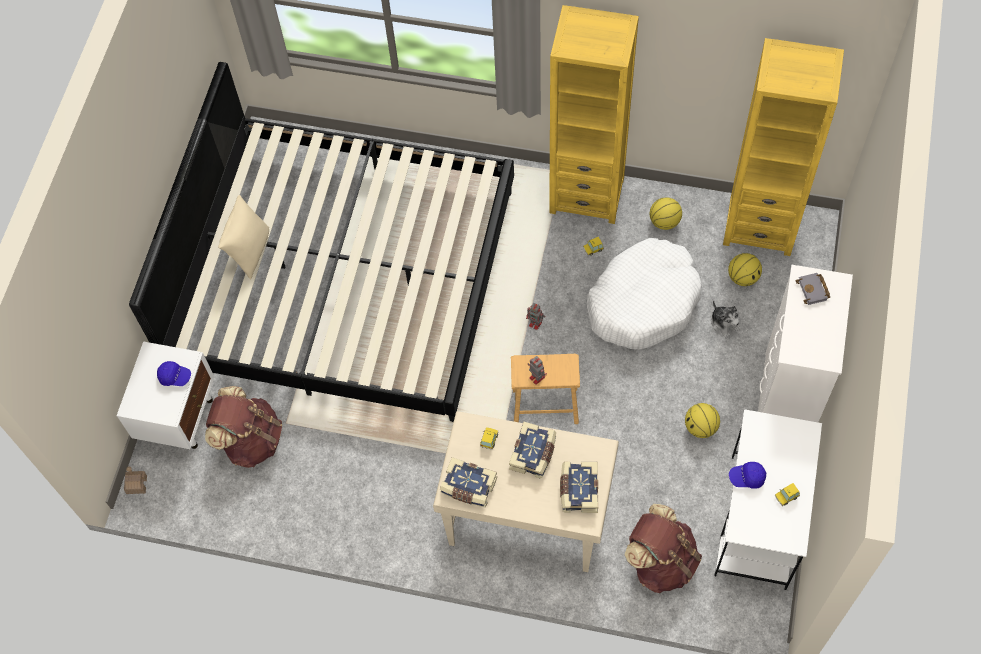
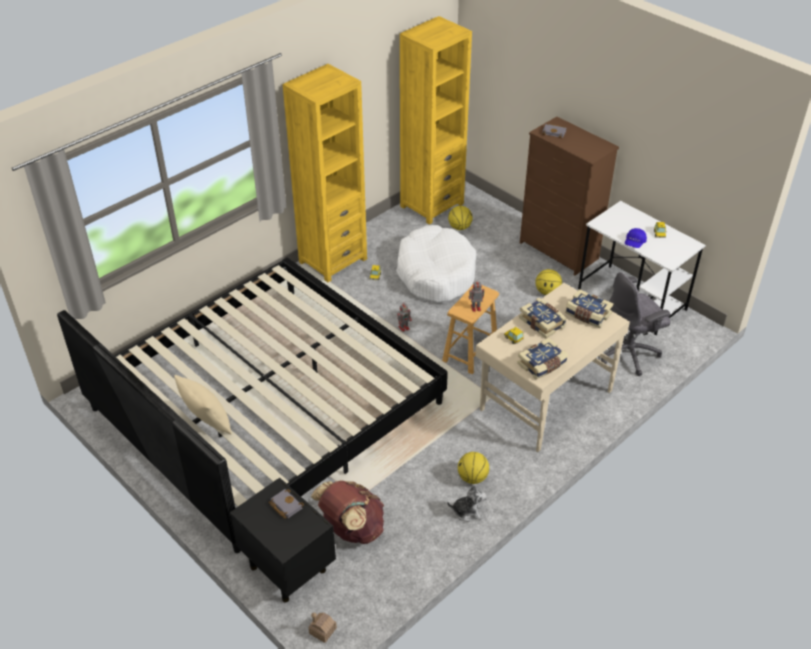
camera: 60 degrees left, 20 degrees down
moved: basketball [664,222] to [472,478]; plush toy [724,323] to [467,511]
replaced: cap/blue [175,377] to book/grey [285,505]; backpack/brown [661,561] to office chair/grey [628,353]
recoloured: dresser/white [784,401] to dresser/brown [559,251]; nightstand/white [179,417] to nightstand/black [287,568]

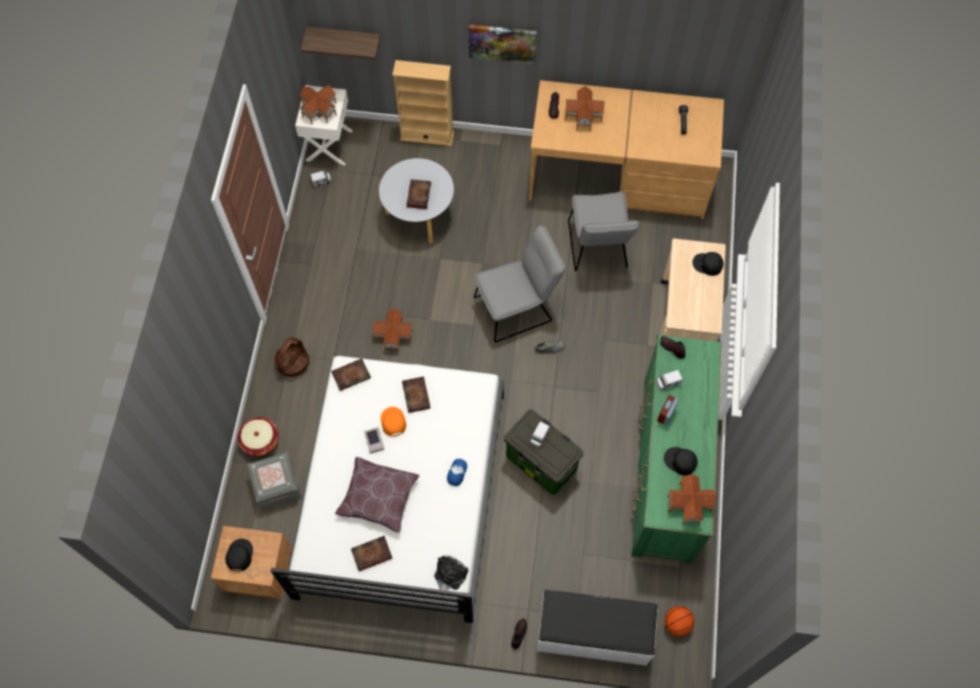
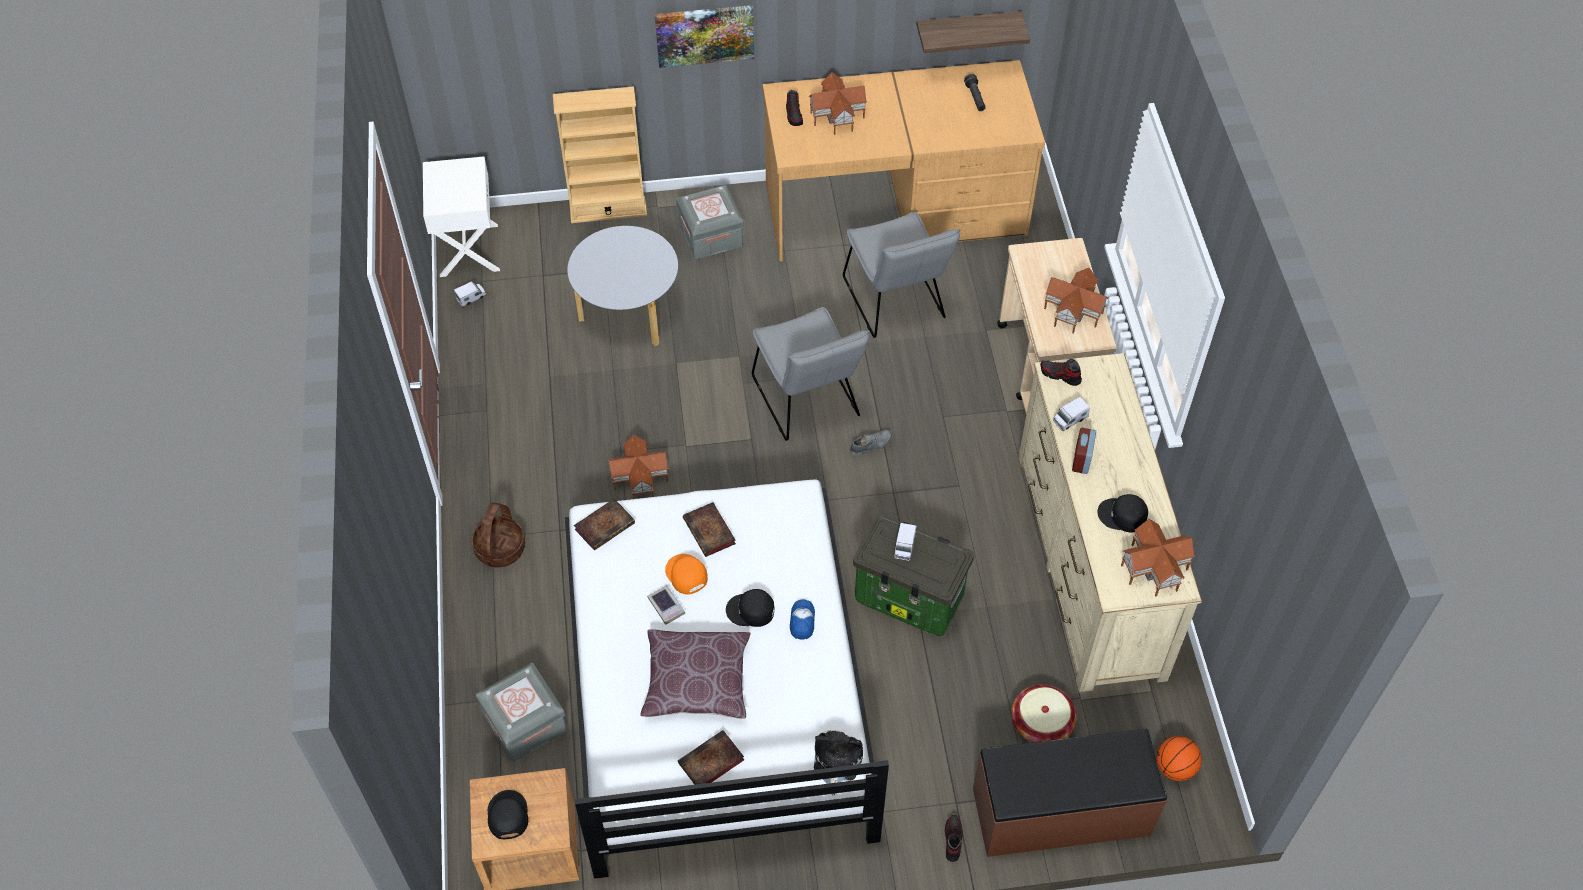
camera: 15 degrees left, 10 degrees down
removed: book [418,194]
added: storage box/grey [711,235]
moved: shelf [344,39] to [967,30]; toy house [320,110] to [1074,310]; cap/black [707,265] to [751,611]; basket [260,441] to [1041,723]
recoloured: dresser/green [667,469] to dresser/beige [1089,564]; bench/white [593,634] to bench/brown [1061,813]
turned: chair/grey [518,307] = [808,402] 105 degrees clockwise

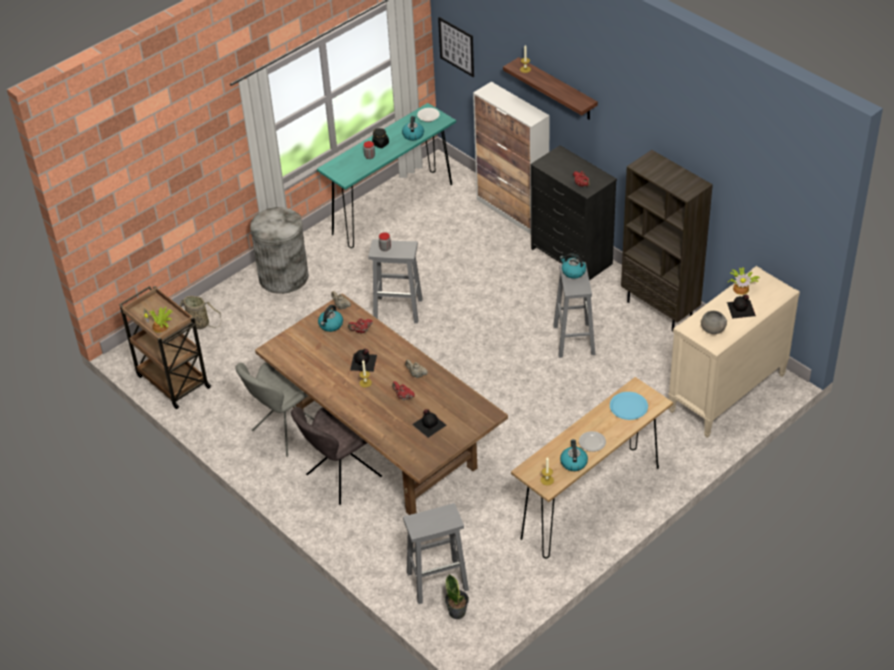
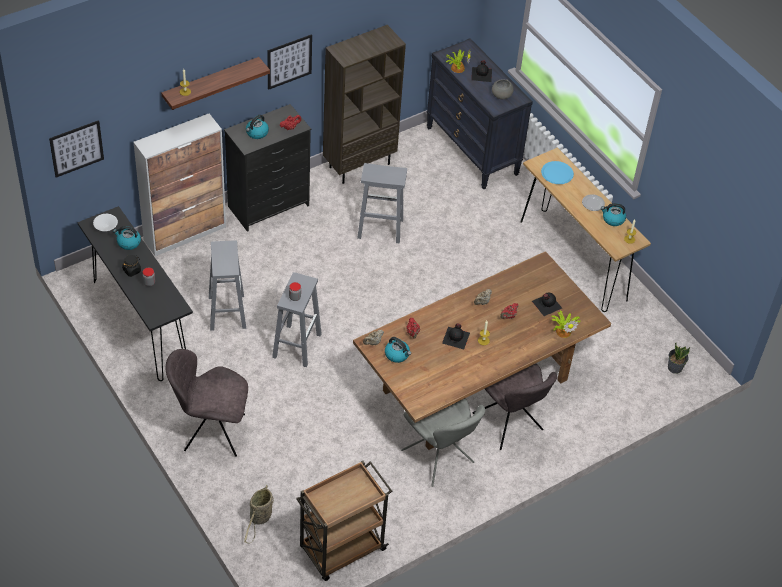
camera: 85 degrees left, 5 degrees up
added: picture [289,61]
moved: kettle [573,272] to [257,133]; potted plant [161,327] to [563,330]; stool/grey [438,581] to [227,311]
replaced: trash can/grey [283,276] to chair/grey [211,432]
recoloured: console table/turquoise [392,209] to console table/black [140,324]; dresser/beige [727,393] to dresser/black [472,151]

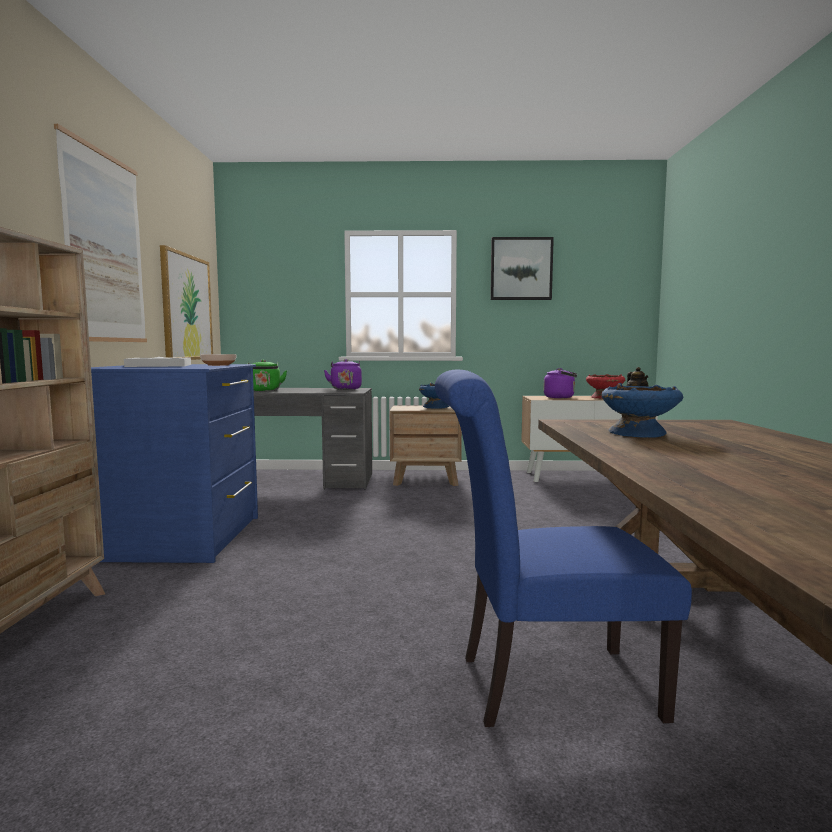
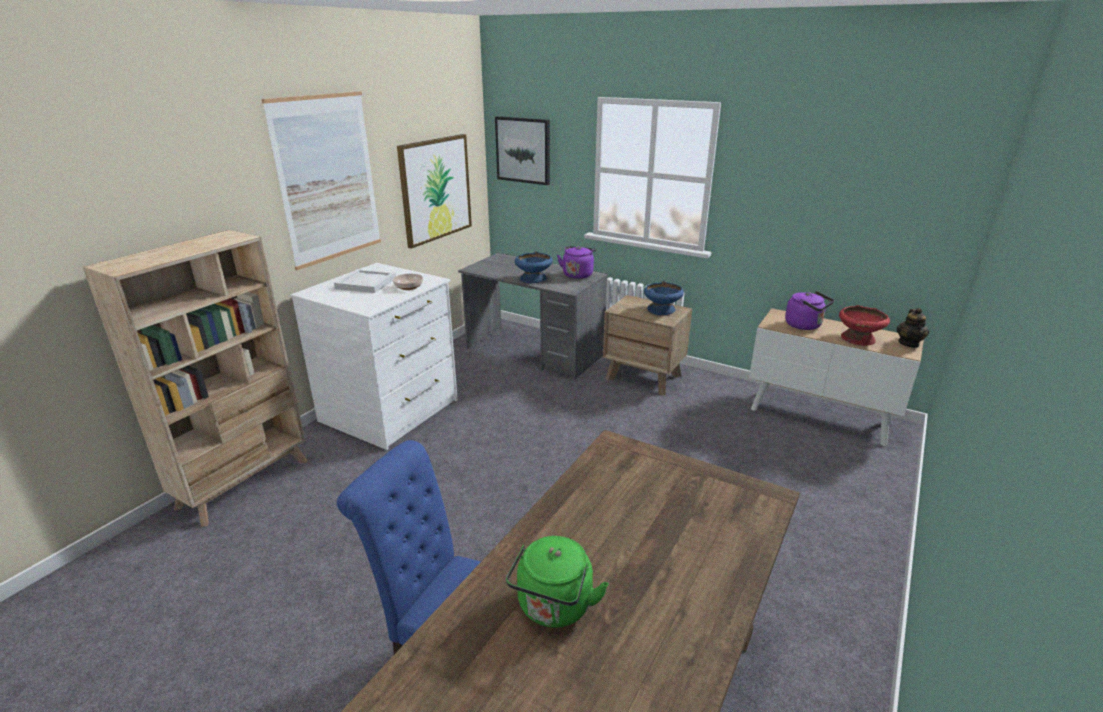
camera: 30 degrees right, 20 degrees up
moved: picture [521,269] to [523,150]; kettle/green [264,390] to [554,608]; bowl/blue [639,433] to [533,279]
recoloured: dresser/blue [182,537] to dresser/white [391,411]

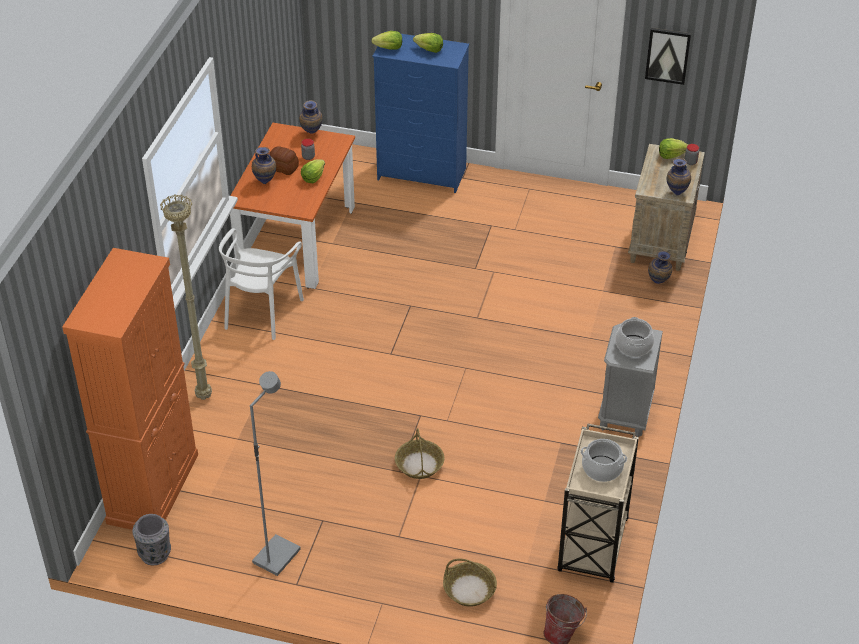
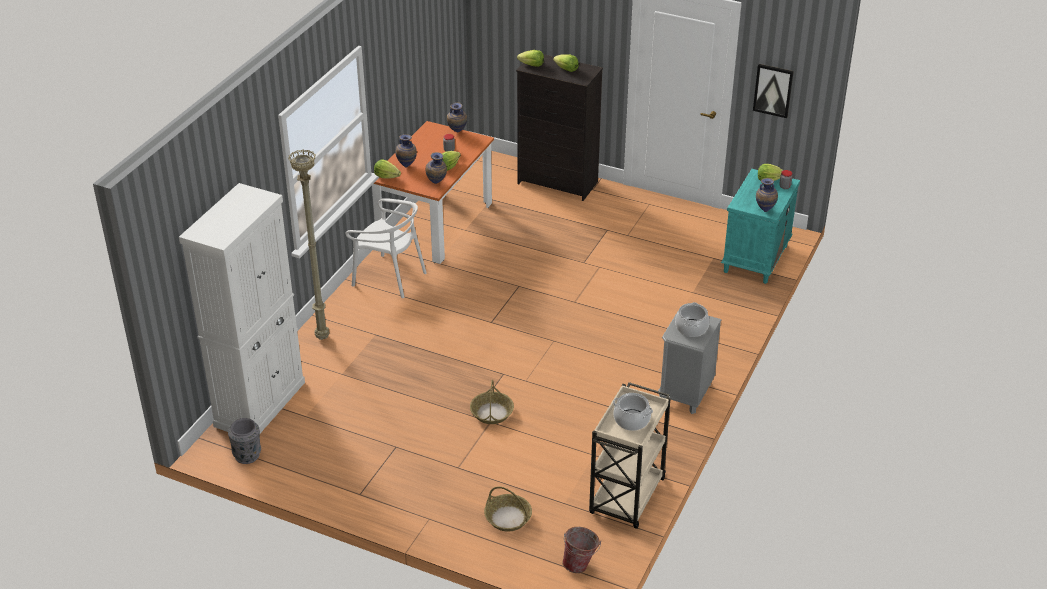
camera: 10 degrees right, 5 degrees down
removed: bread [283,168]; floor lamp/grey [276,556]
added: lettuce [387,176]
moved: vase [658,283] to [436,184]
recoloured: dresser/blue [422,174] to dresser/black [558,183]; nightstand/beige [661,243] to nightstand/turquoise [755,259]; cabinet/orange [153,488] to cabinet/white [260,404]
turned: chair/white [261,312] = [389,277] 90 degrees counterclockwise

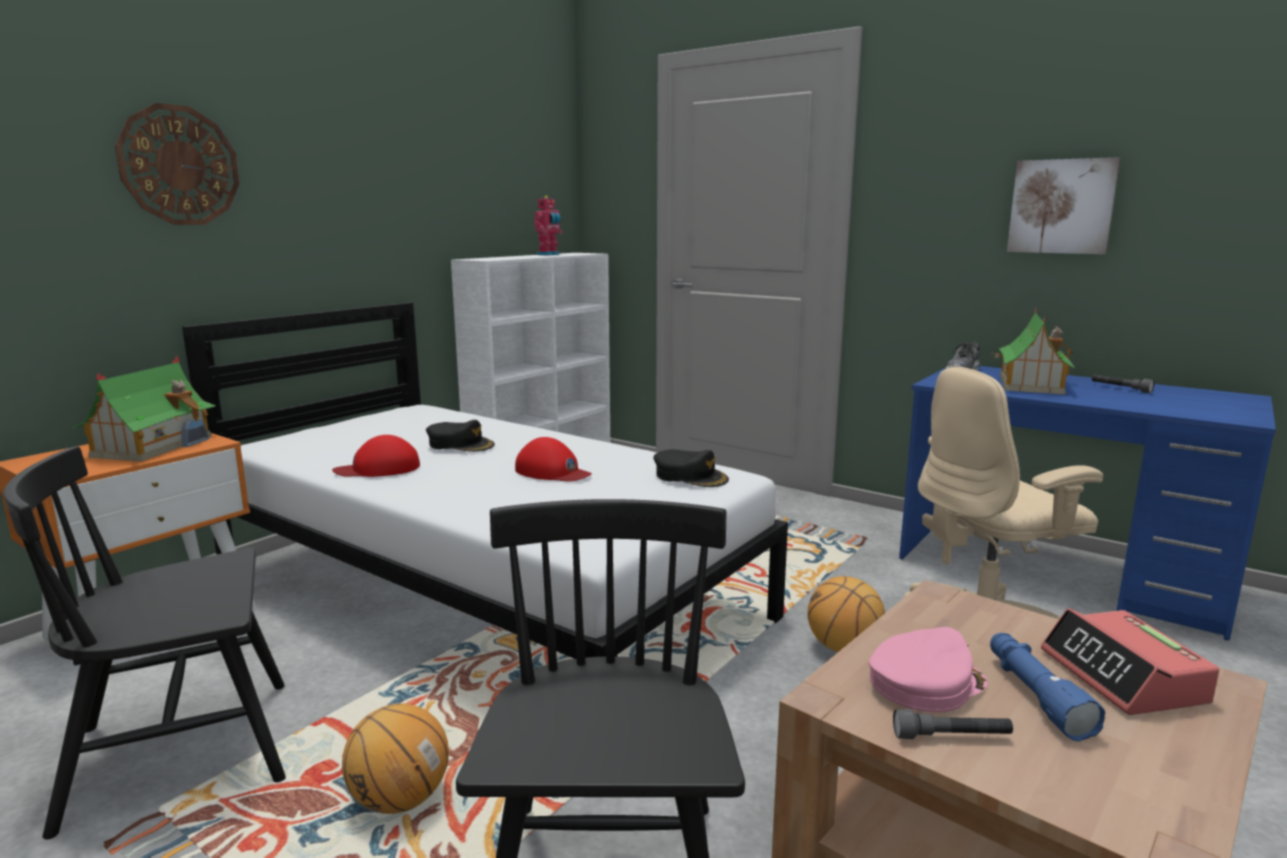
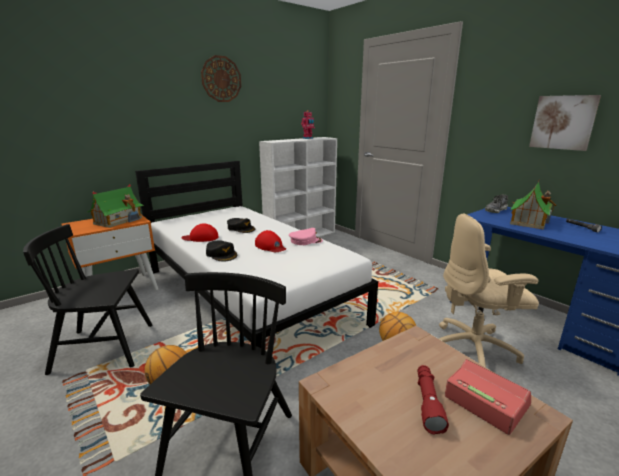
camera: 15 degrees right, 5 degrees up
removed: flashlight/grey [951,737]
moved: wall clock [179,165] to [221,79]; cap/black [690,476] to [222,254]; cap/pink [925,682] to [305,241]
recoloured: flashlight/blue [1035,696] to flashlight/red [427,402]
turned: alarm clock [1123,677] = [485,401] 135 degrees clockwise

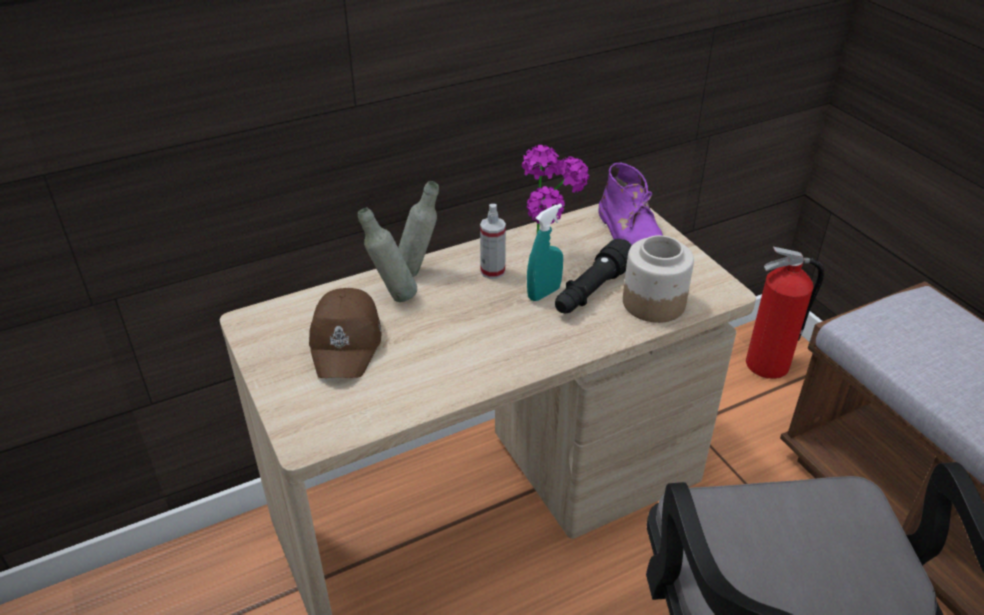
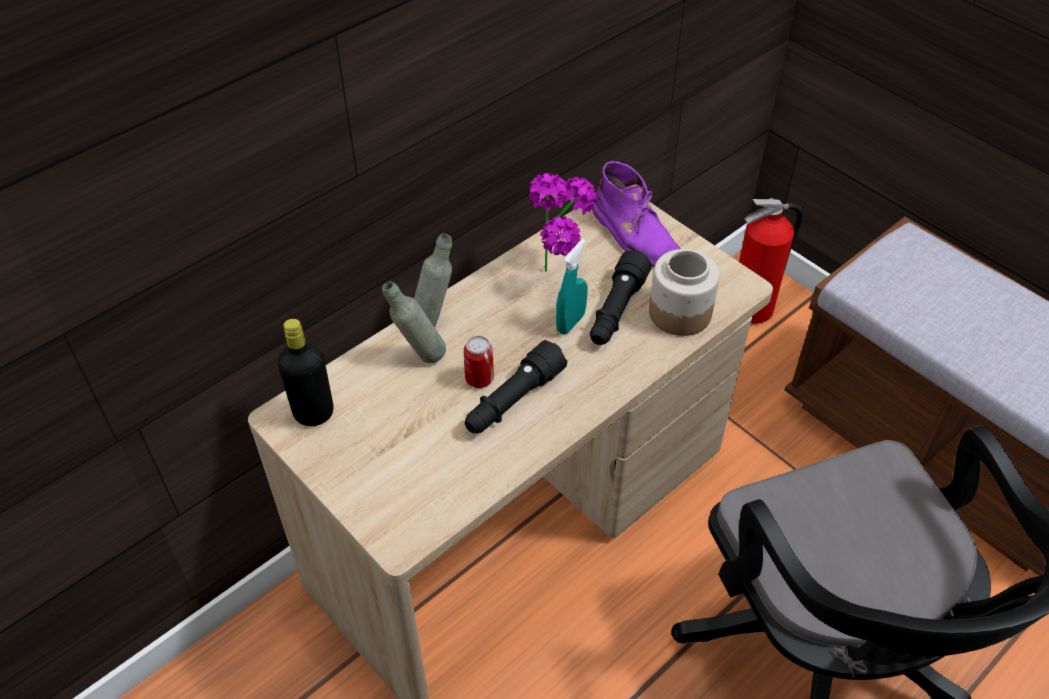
camera: 15 degrees left, 10 degrees up
removed: spray bottle [492,271]; cap/brown [347,342]
added: bottle/black [314,413]; can [479,378]; flashlight/black [513,400]

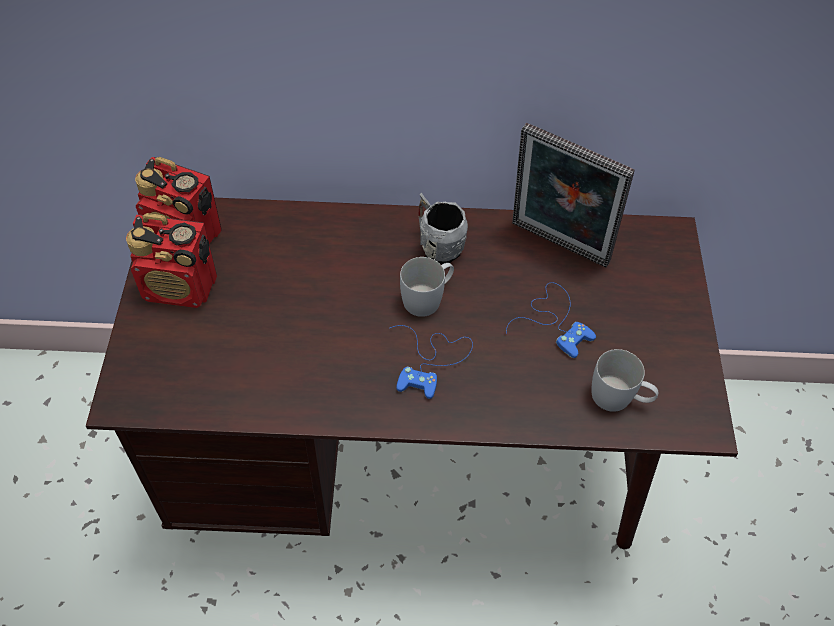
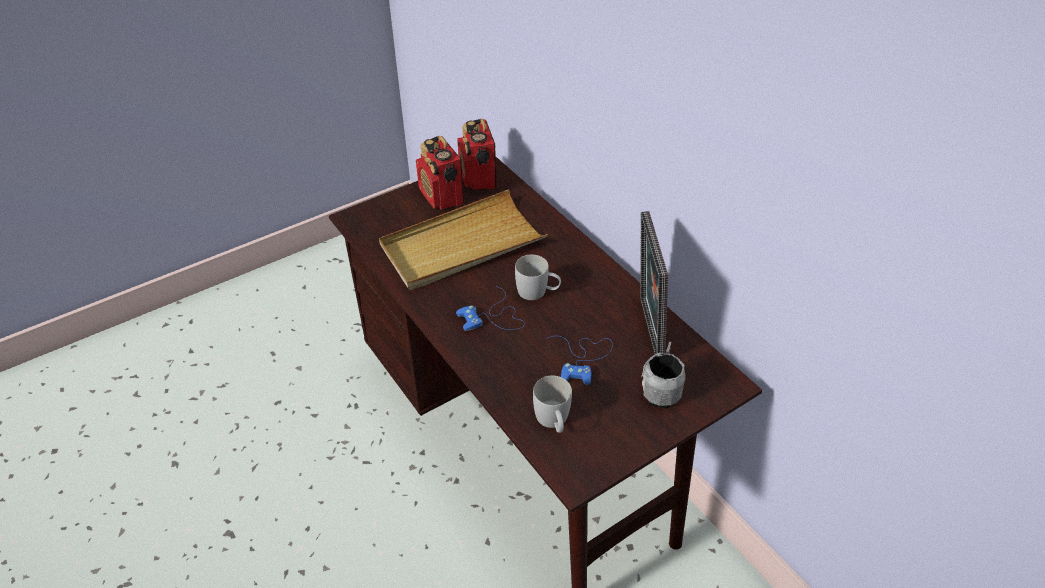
camera: 55 degrees right, 10 degrees down
added: tray/beige [462,245]
moved: mug/grey [437,245] to [661,390]

